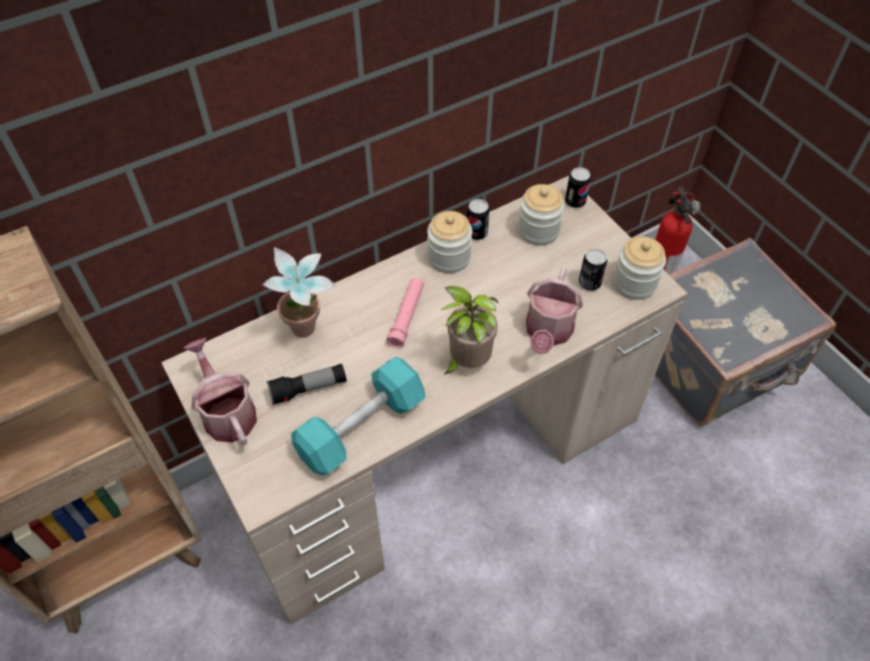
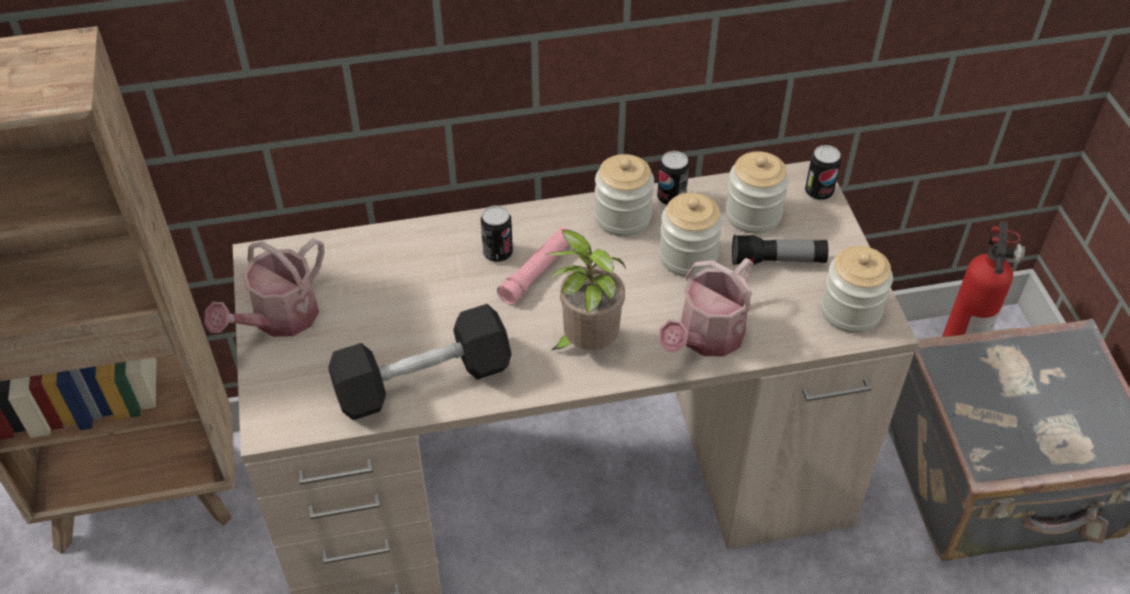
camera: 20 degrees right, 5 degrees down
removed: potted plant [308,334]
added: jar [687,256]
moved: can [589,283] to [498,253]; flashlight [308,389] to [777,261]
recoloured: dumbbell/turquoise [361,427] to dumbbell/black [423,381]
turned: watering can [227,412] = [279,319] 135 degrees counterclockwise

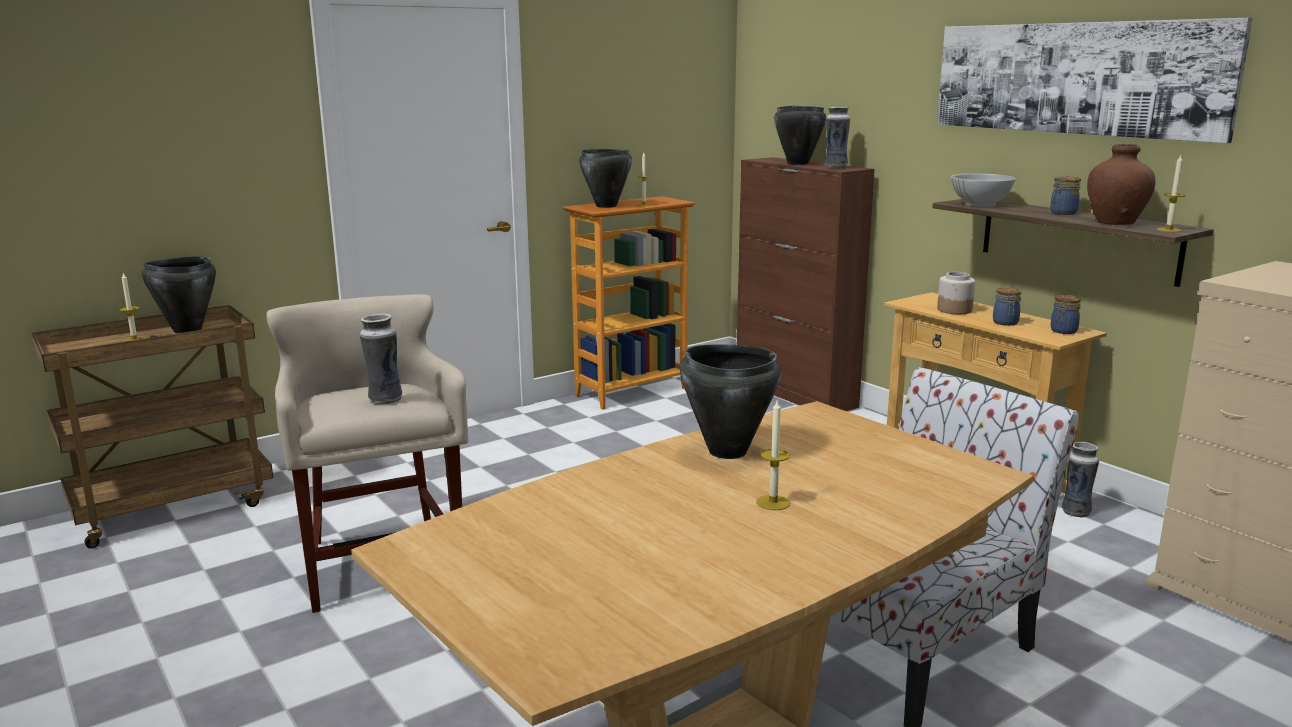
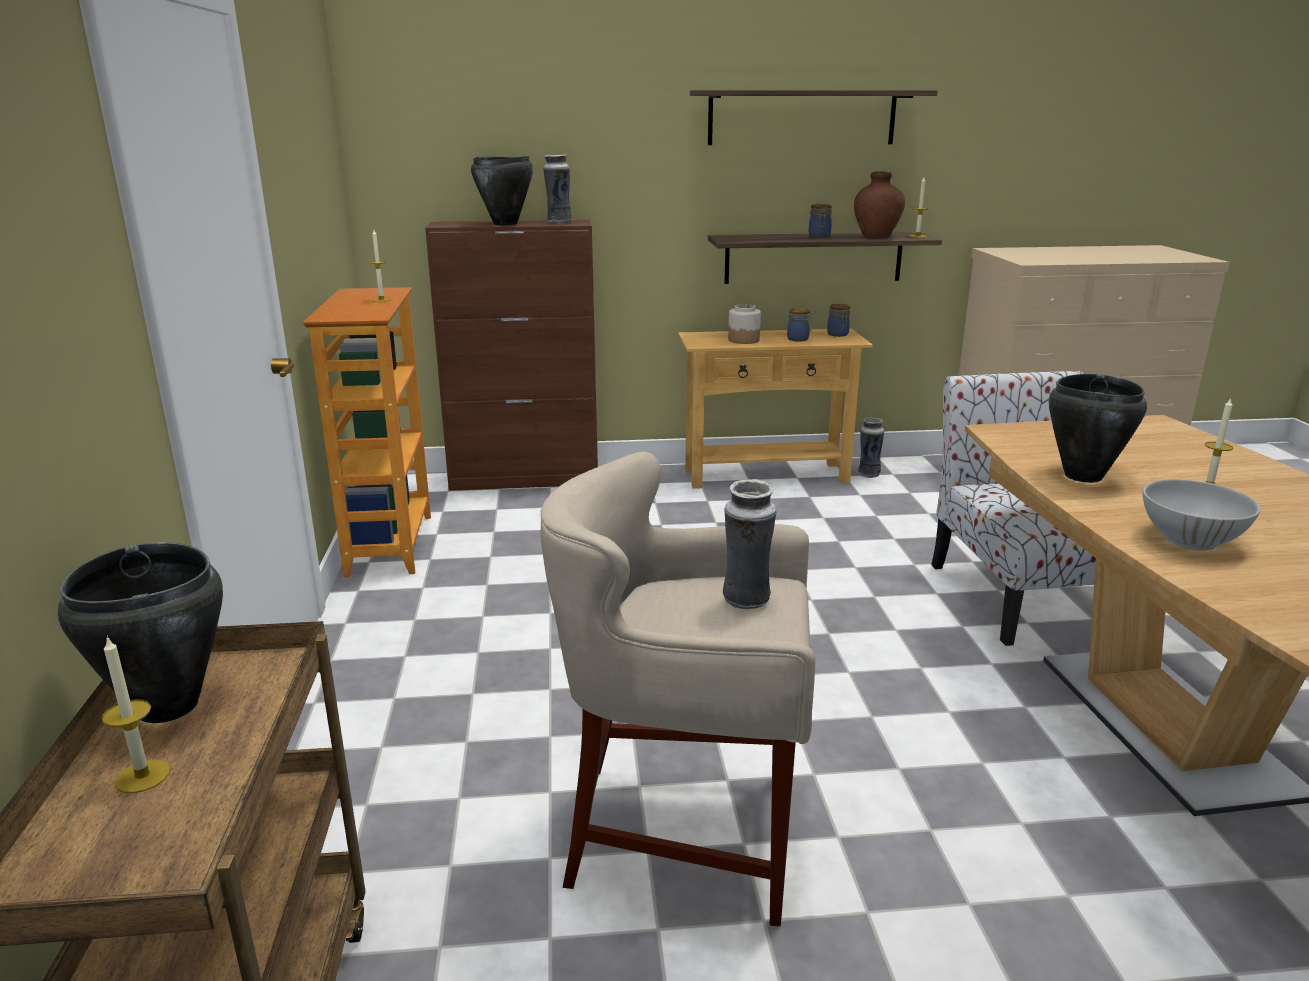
camera: 60 degrees left, 5 degrees up
removed: cooking pot/black [606,206]
moved: bowl/white [980,204] to [1190,540]
replaced: picture [1075,78] to shelf [802,117]

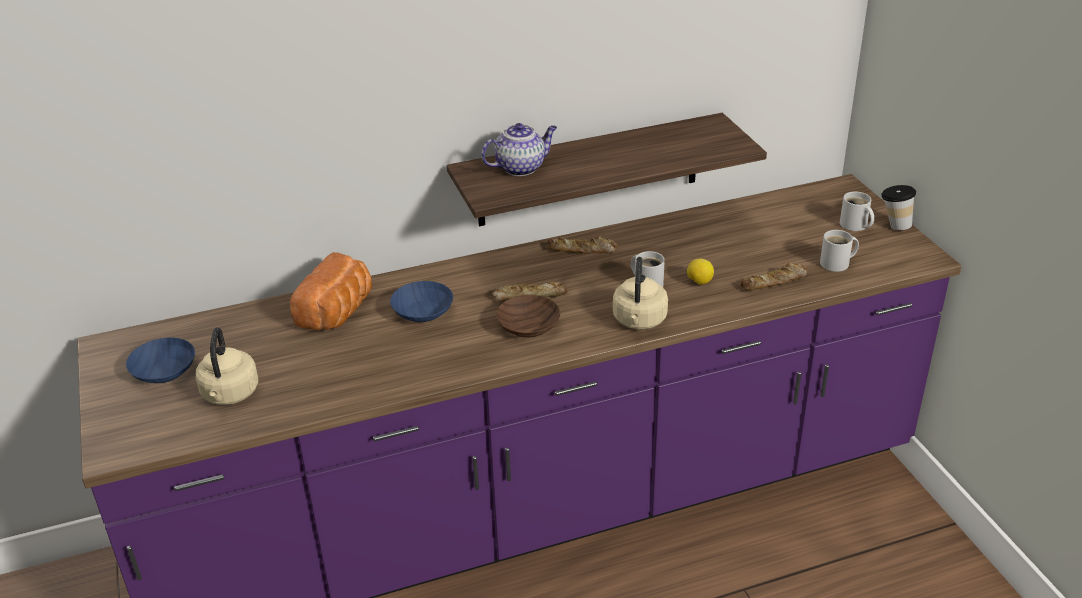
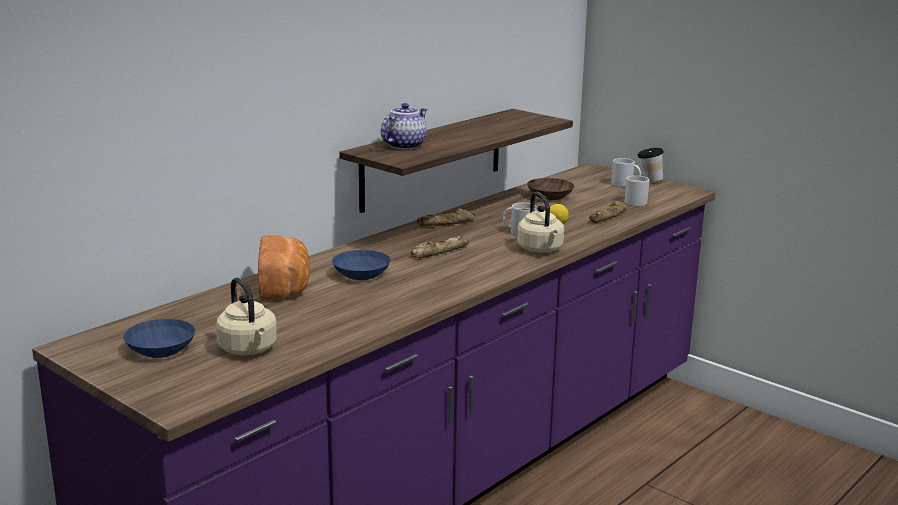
camera: 30 degrees left, 15 degrees down
moved: bowl/brown [527,327] to [549,196]

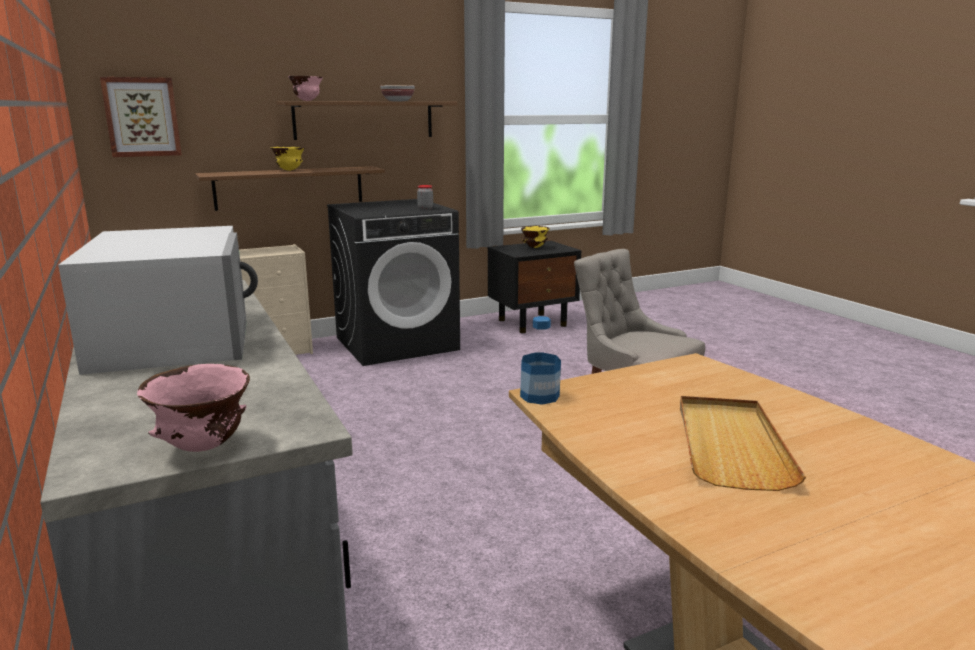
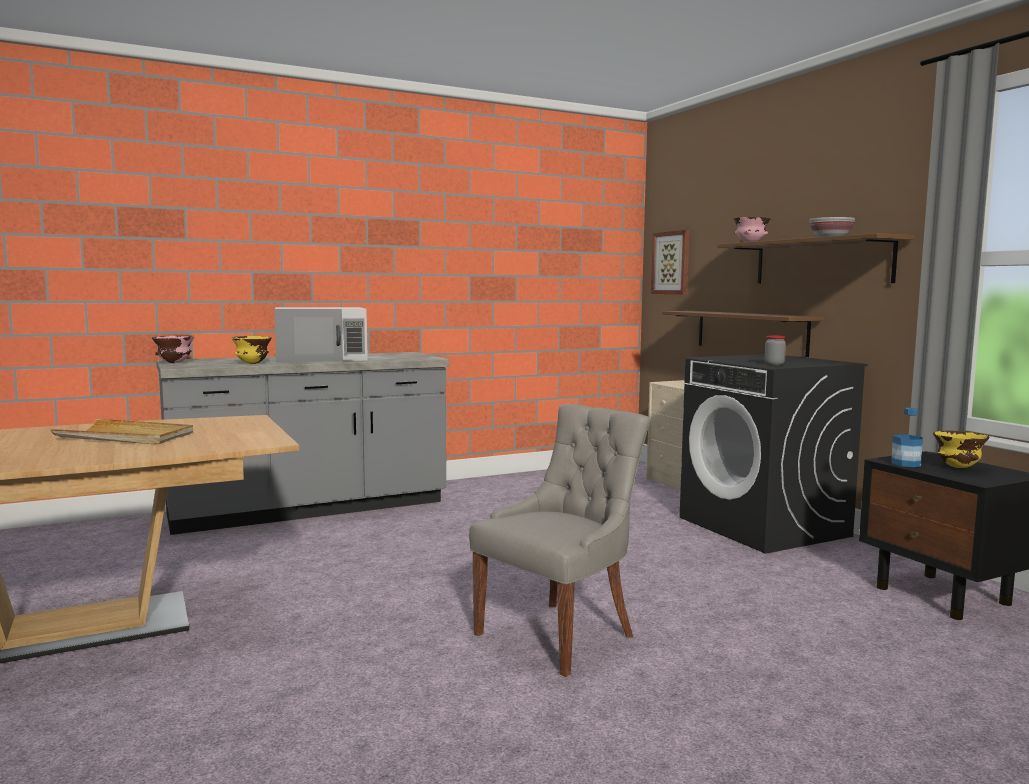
camera: 90 degrees right, 10 degrees down
moved: bowl/yellow [289,170] to [252,364]; bottle [539,396] to [906,464]

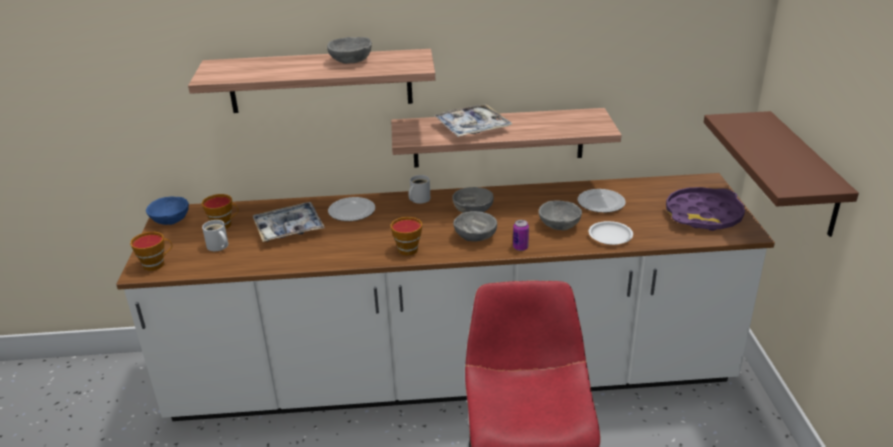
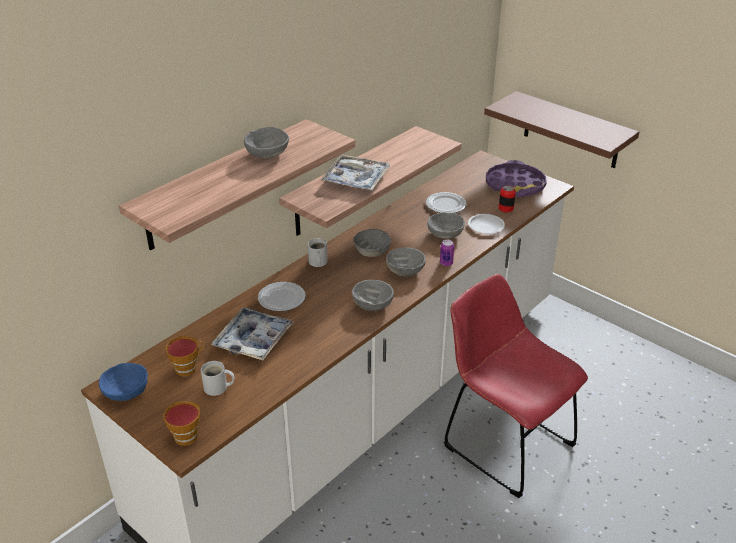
camera: 45 degrees left, 5 degrees up
added: can [506,208]
replaced: cup [406,248] to bowl/grey [372,305]

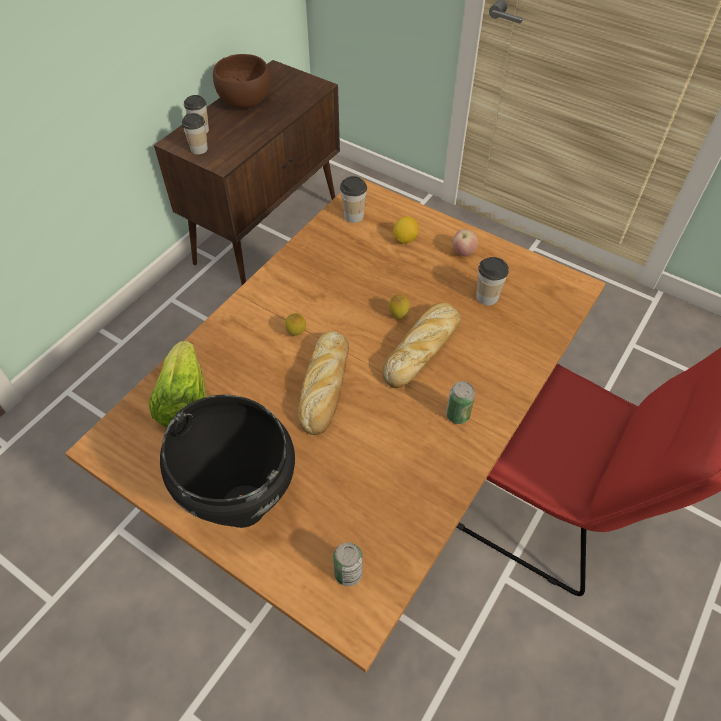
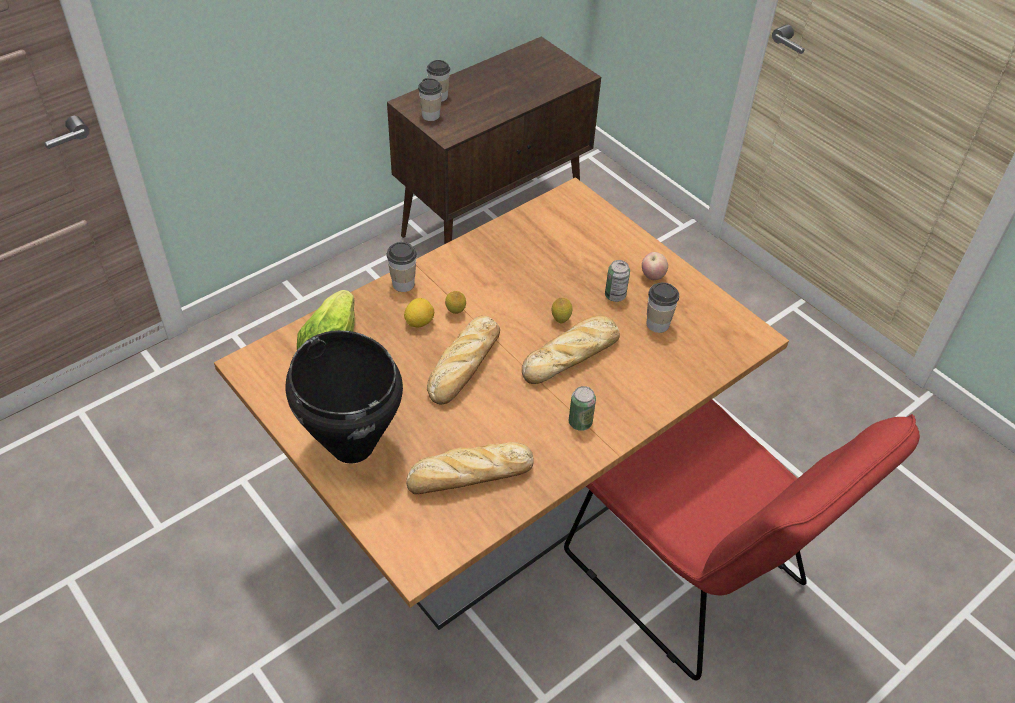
camera: 15 degrees right, 5 degrees down
removed: bowl/brown [244,101]
added: bread [468,476]
moved: cup [353,216] to [403,284]; lemon [405,239] to [419,322]; can [348,573] to [615,295]

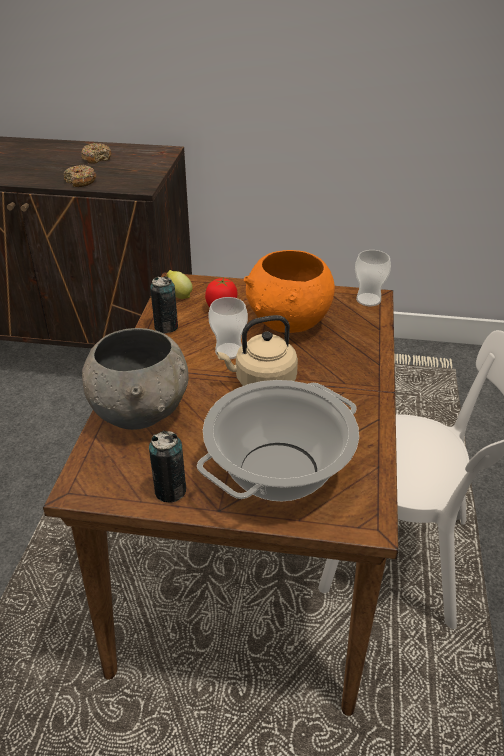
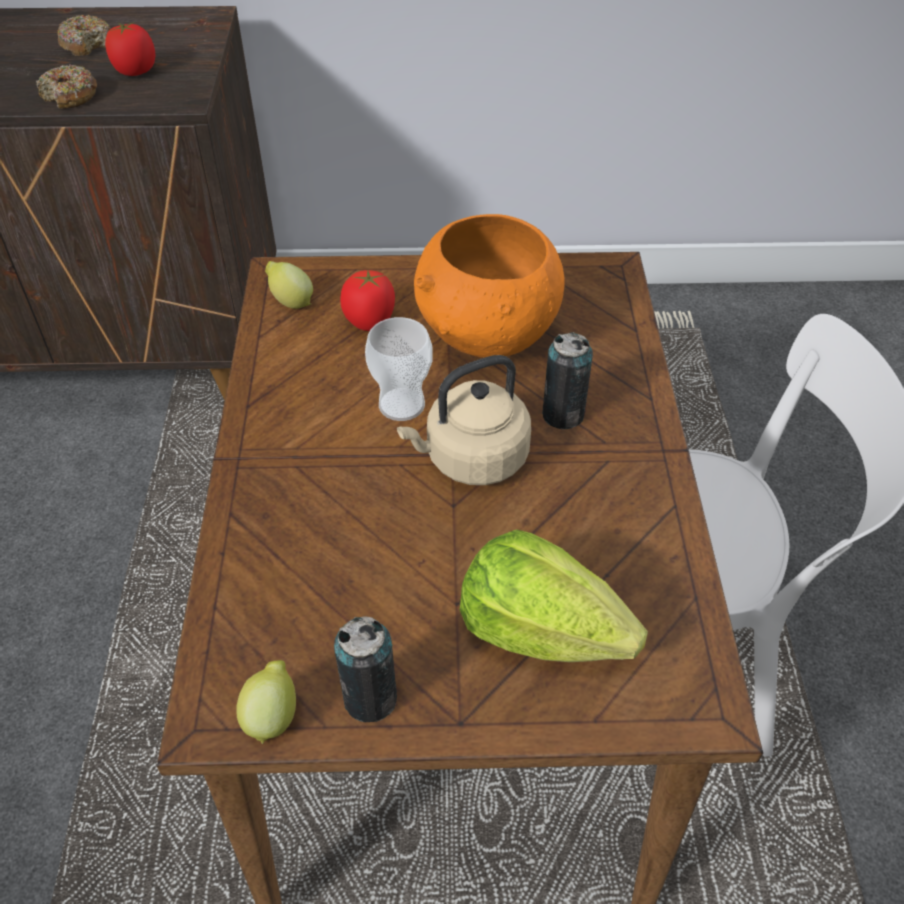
camera: 10 degrees left, 10 degrees up
removed: cup [368,300]; bowl/grey [141,413]
added: tomato [136,71]; lemon [272,715]
moved: can [166,327] to [563,414]
replaced: cooking pot [279,471] to lettuce [540,630]

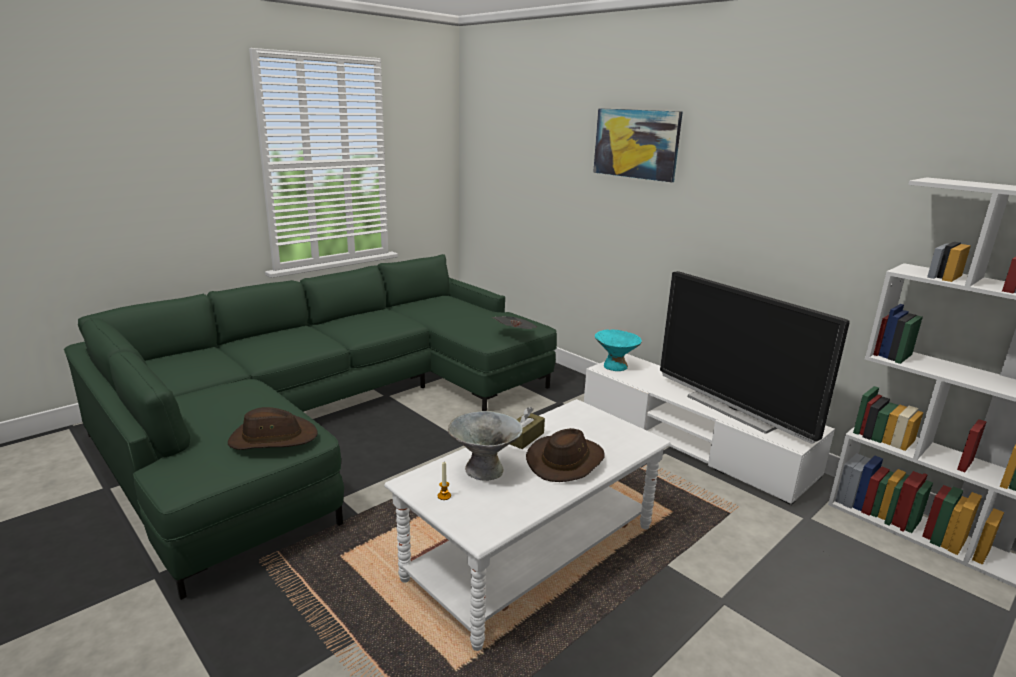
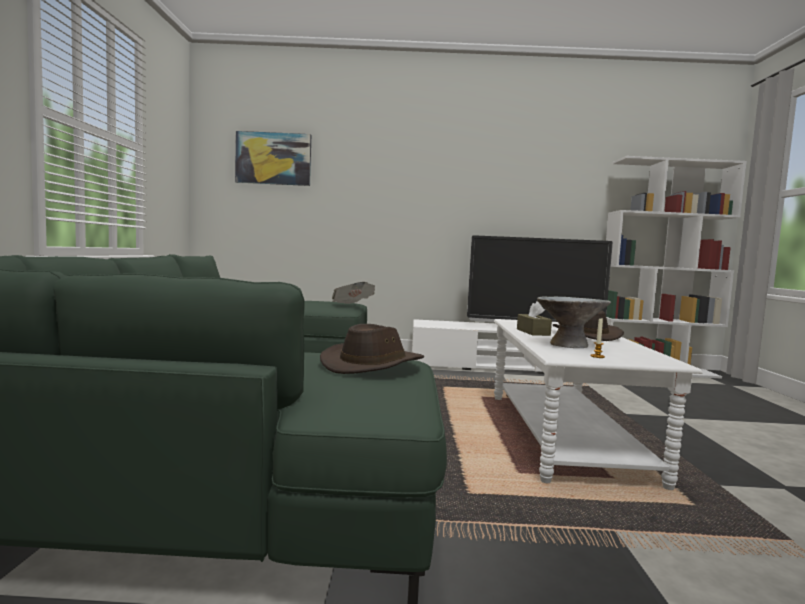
camera: 45 degrees left, 15 degrees down
removed: bowl/turquoise [615,366]
moved: picture [636,144] to [273,158]

